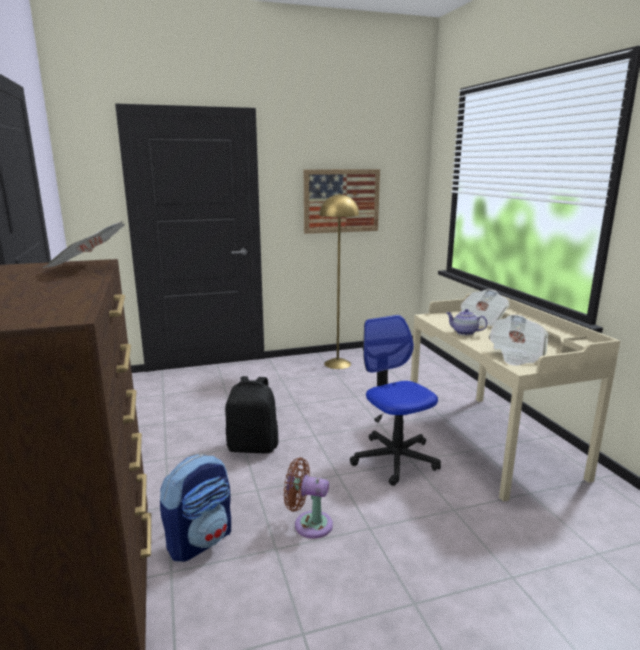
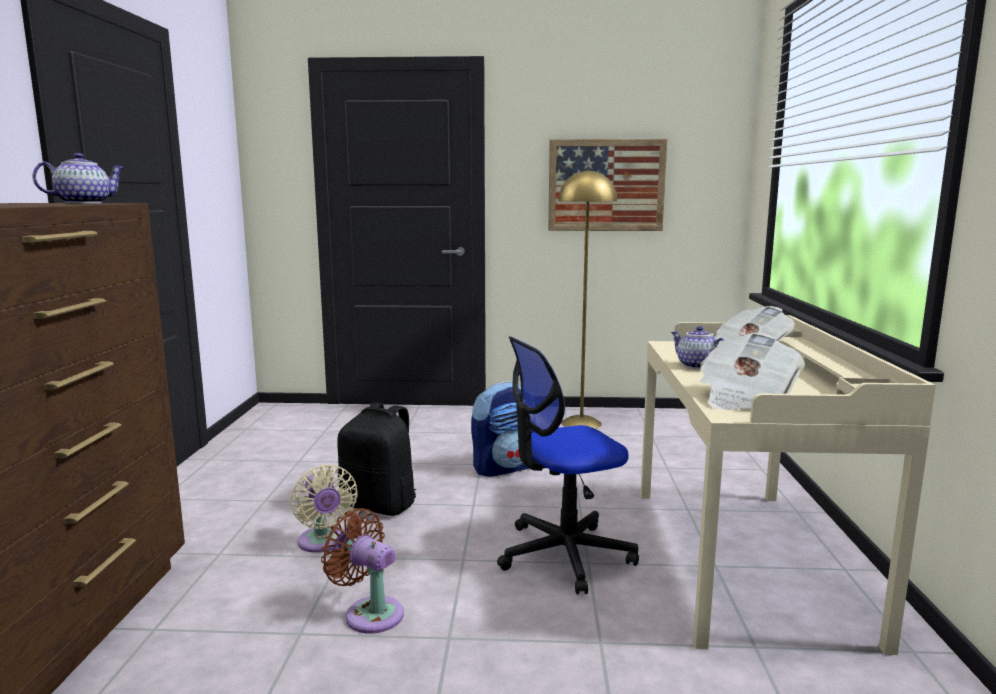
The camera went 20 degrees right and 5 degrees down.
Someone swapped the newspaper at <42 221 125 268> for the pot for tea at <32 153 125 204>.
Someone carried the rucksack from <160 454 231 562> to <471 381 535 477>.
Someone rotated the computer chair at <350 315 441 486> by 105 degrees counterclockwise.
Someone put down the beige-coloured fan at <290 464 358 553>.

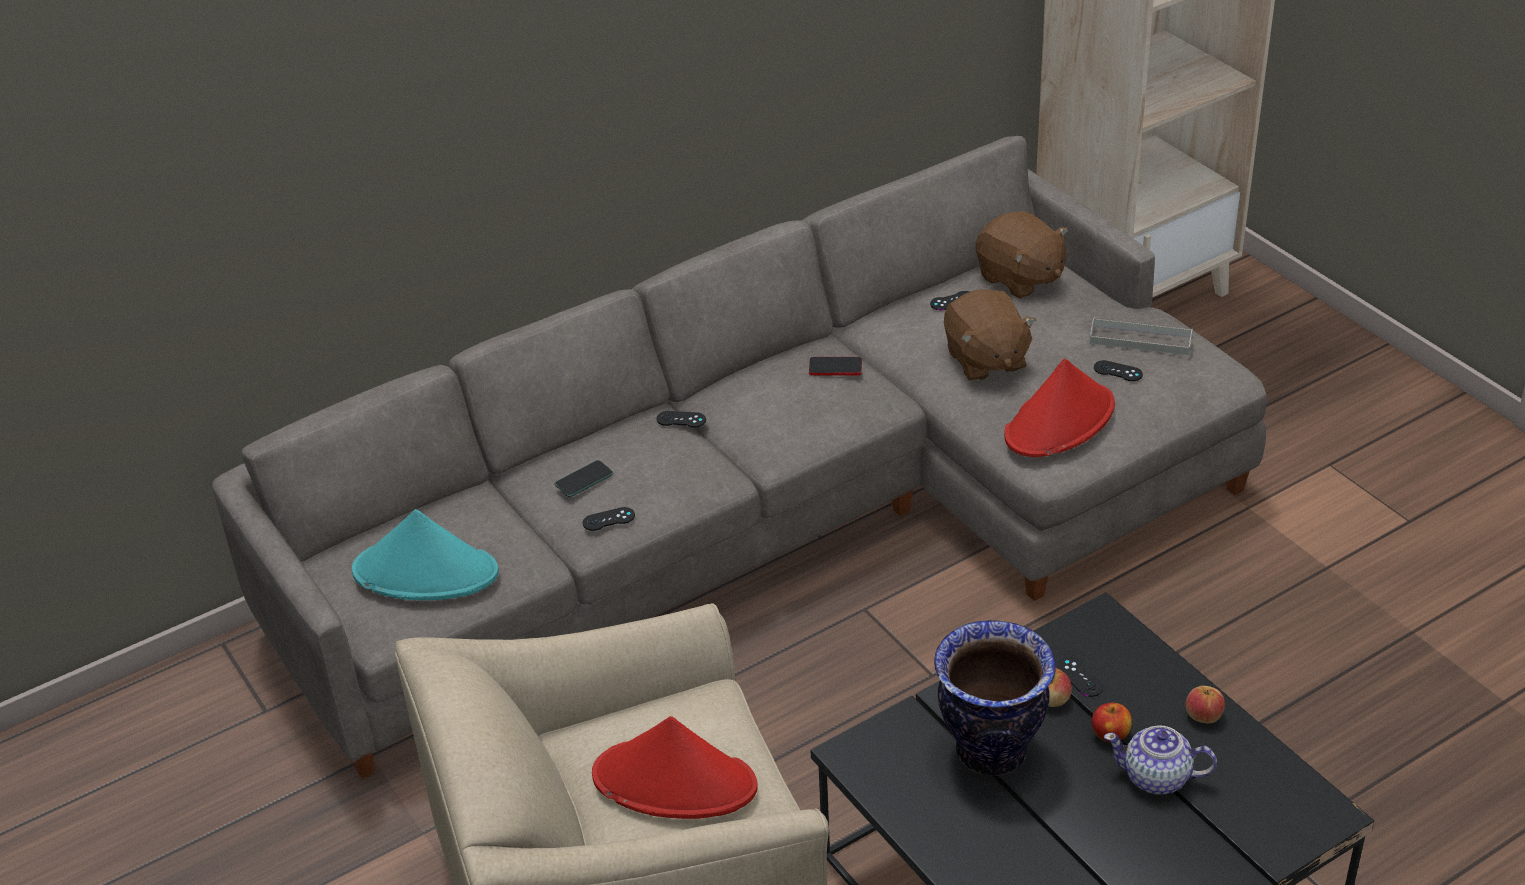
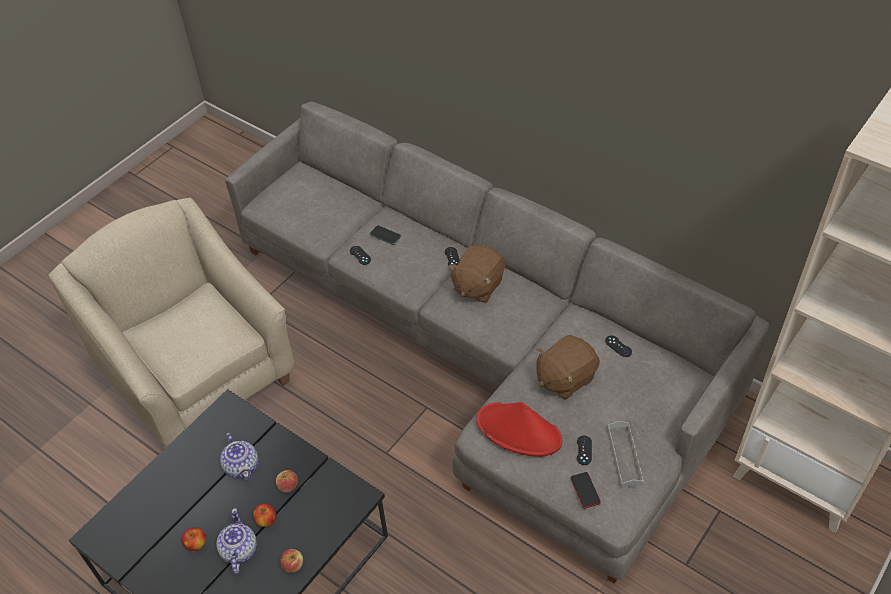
The camera went 70 degrees right and 10 degrees up.
Someone took away the turquoise-coloured wearable hat at <352 509 499 600>.
Someone took away the red wearable hat at <592 716 758 819>.
Someone carried the telephone from <809 357 862 376> to <571 472 601 509>.
Someone swapped the vase at <934 620 1056 775> for the pot for tea at <220 432 258 481>.
Someone carried the brownish cuddly toy from <975 211 1068 299> to <448 245 505 303>.
Someone took away the black-coloured gamepad at <1058 657 1103 697>.
Someone put down the apple fruit at <182 528 206 551>.

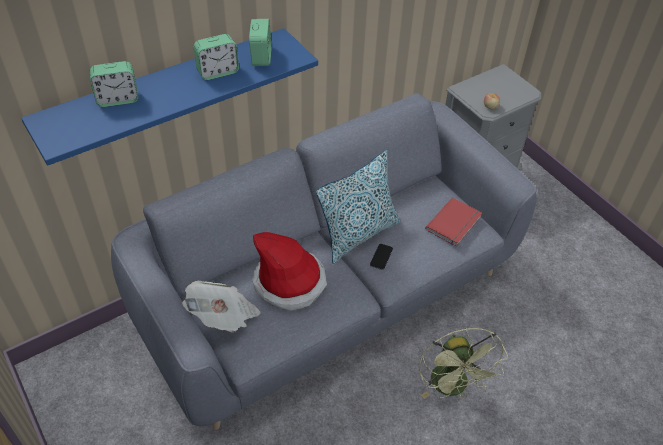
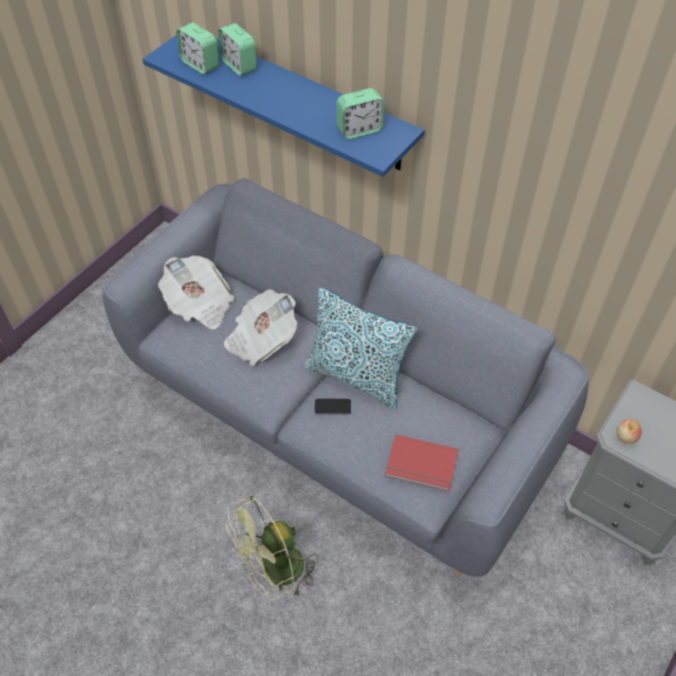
The camera went 70 degrees right and 5 degrees up.
Someone carried the table clock from <193 34 239 80> to <176 23 219 74>.
Someone swapped the wearable hat at <252 232 327 311> for the newspaper at <224 289 297 366>.

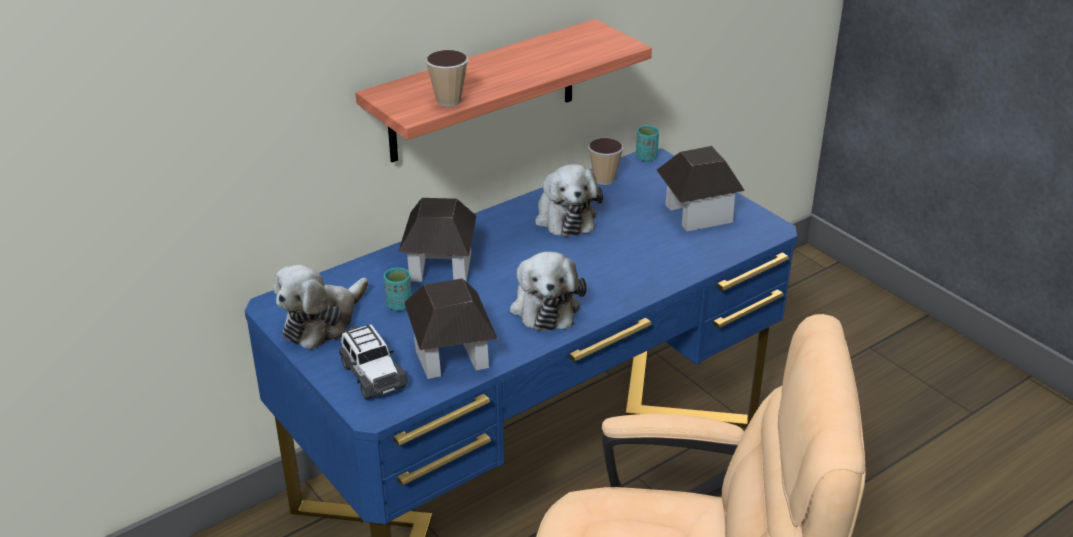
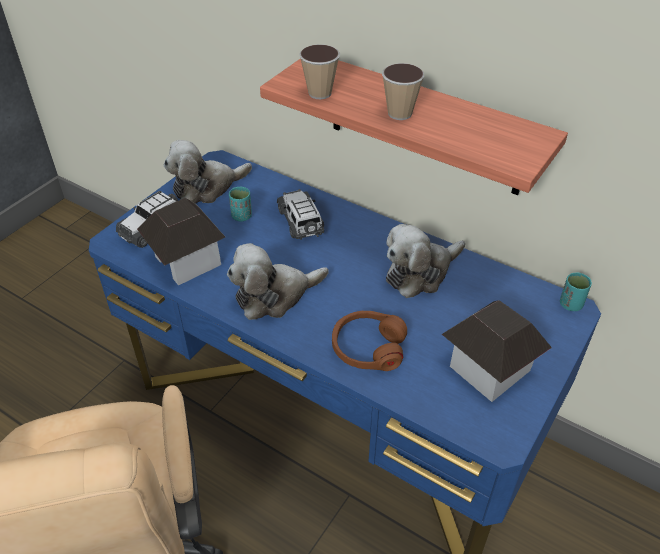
The camera went 70 degrees right and 10 degrees up.
Someone rotated the cuddly toy at <273 265 368 350> by 45 degrees counterclockwise.
Someone swapped the miniature house at <398 198 476 282> for the miniature car at <277 189 324 240>.
Someone carried the cup from <588 138 623 185> to <382 63 424 120>.
Someone put down the brownish headset at <332 311 407 371>.

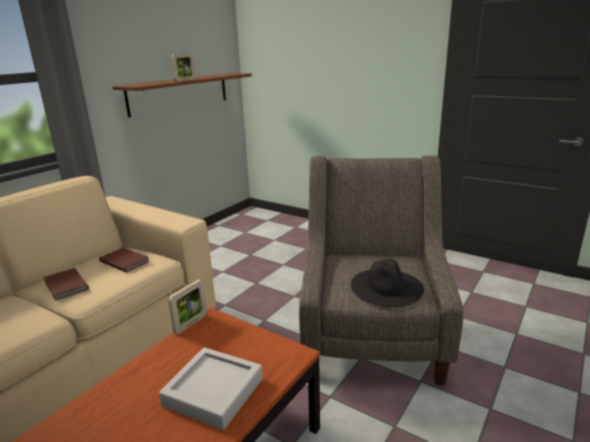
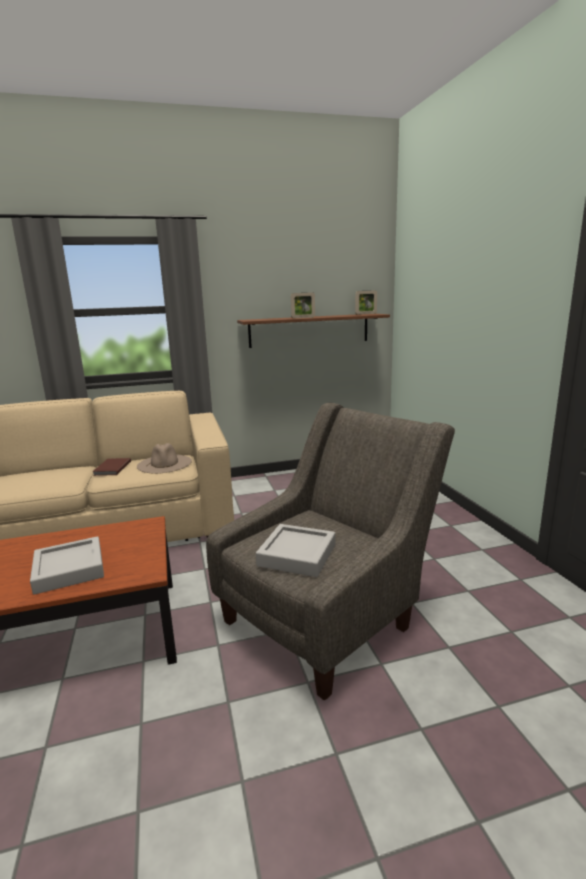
The camera went 40 degrees right and 5 degrees down.
Someone swapped the brownish volume at <99 247 150 273> for the beige-coloured wearable hat at <137 443 192 474>.
Someone carried the standing frame from <168 279 207 334> to <355 290 377 315>.
Someone swapped the black-coloured wearable hat at <351 259 424 307> for the greyish serving tray at <256 524 335 577>.

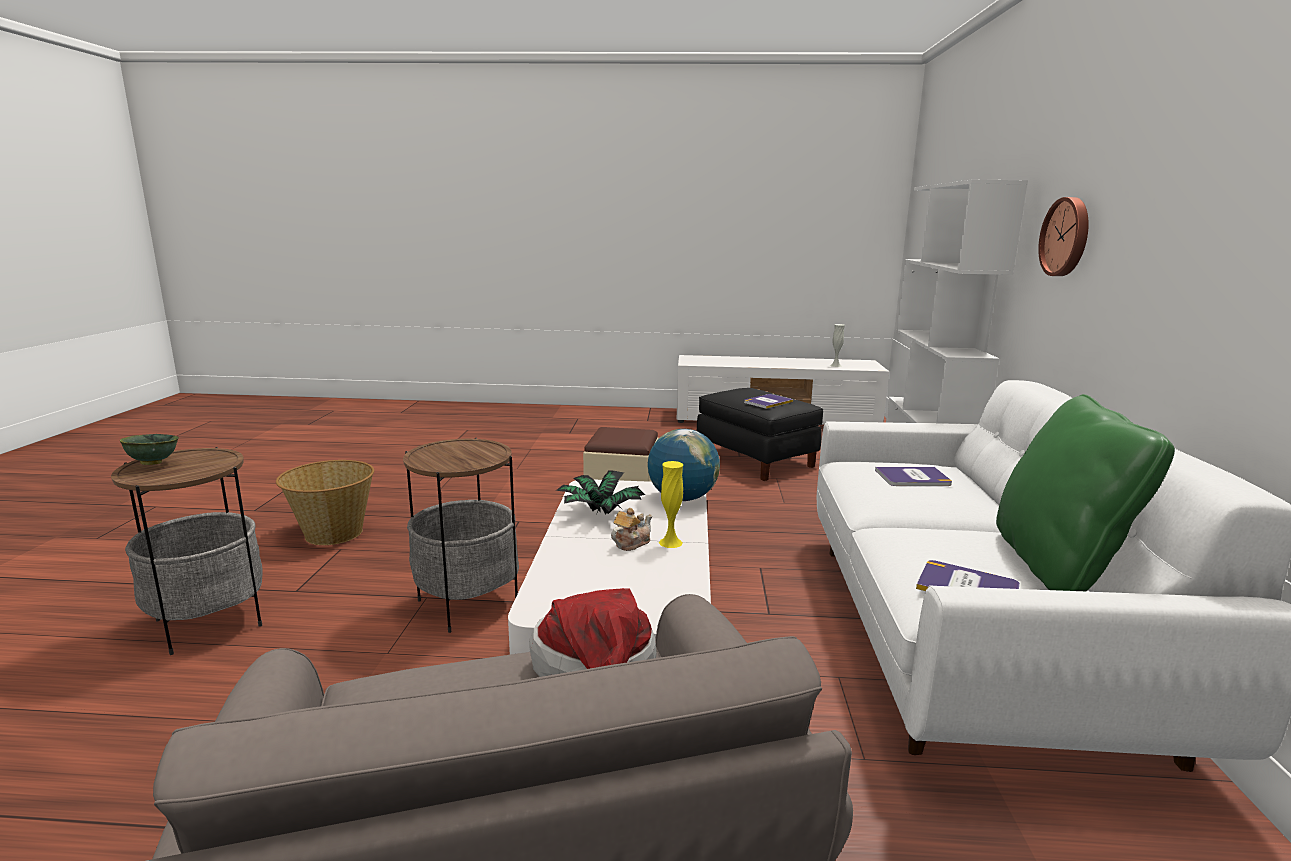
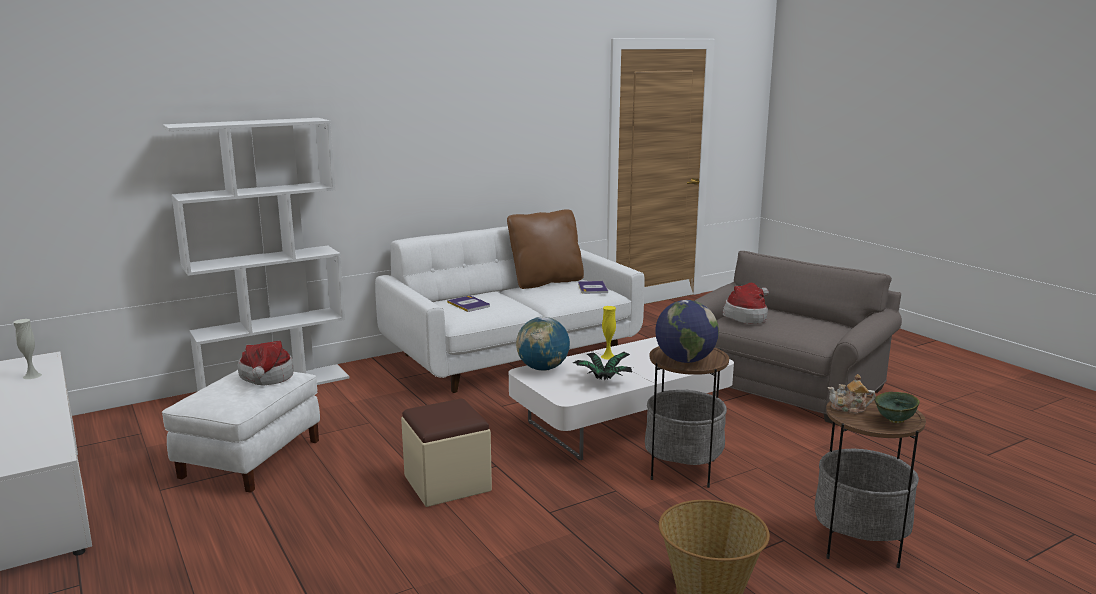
The camera went 125 degrees left and 0 degrees up.
Someone carried the pot for tea from <611 508 652 551> to <828 374 876 414>.
Someone repainted the black-coloured pouffe at <697 388 823 481>, which became the white pouffe at <162 370 320 493>.
Someone swapped the volume at <744 394 793 409> for the wearable hat at <237 341 294 386>.
Someone repainted the green-coloured throw pillow at <996 394 1175 592>, which became the brownish throw pillow at <507 209 584 289>.
Someone took away the wall clock at <1038 197 1089 276>.
Someone put down the globe at <655 300 719 363>.

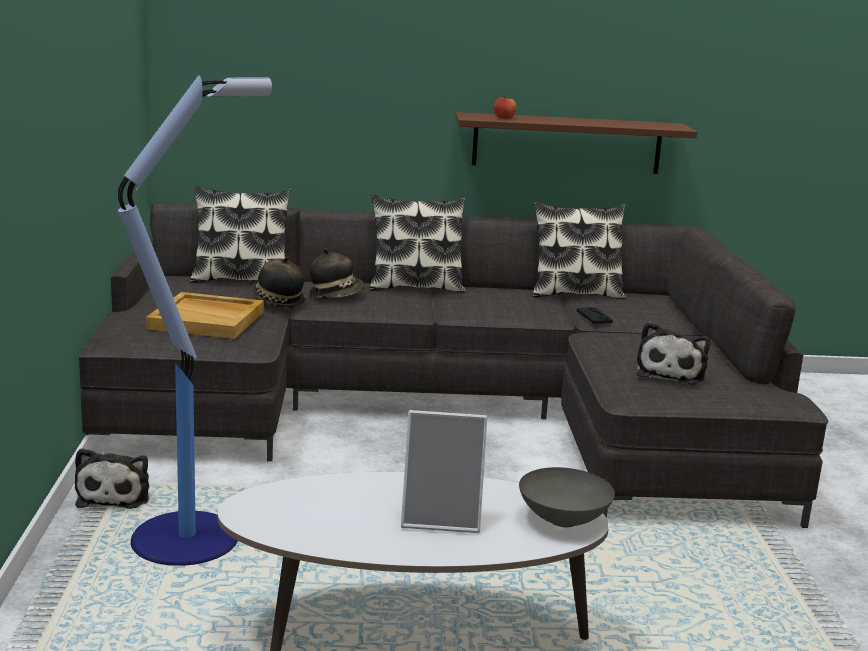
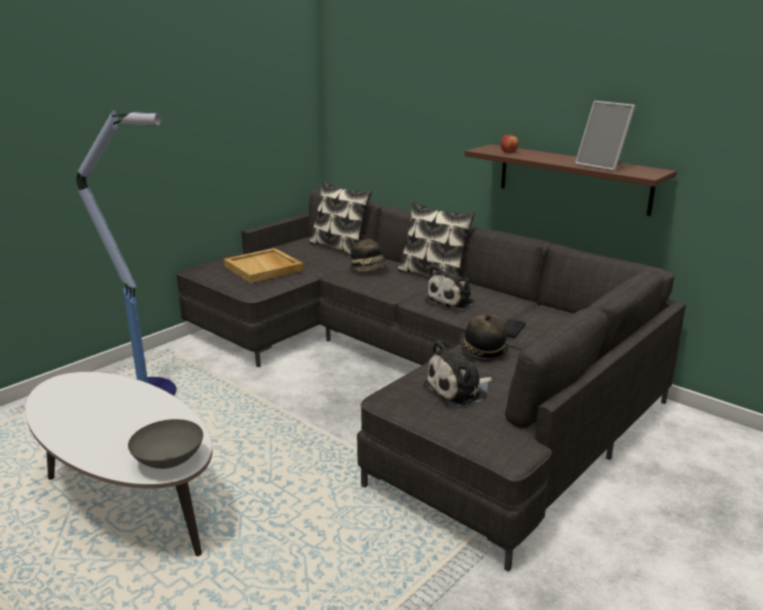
The camera went 45 degrees right and 5 degrees up.
Someone carried the cuddly toy from <75 448 150 509> to <425 265 475 310>.
Someone carried the wearable hat from <251 257 305 308> to <460 313 509 362>.
Someone carried the standing frame from <401 410 487 533> to <575 101 635 171>.
Someone took away the throw pillow at <532 202 626 299>.

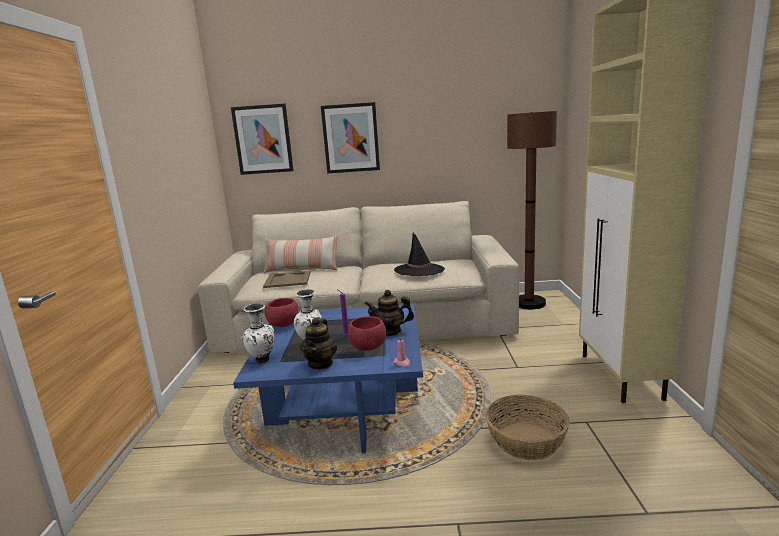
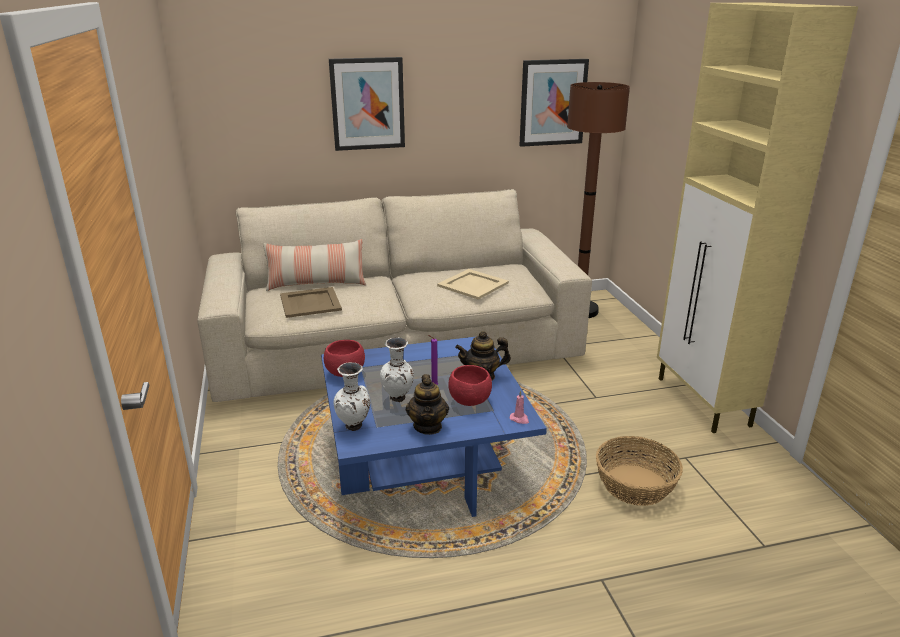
The camera went 15 degrees left and 10 degrees up.
Someone carried the wall art from <231 104 294 175> to <519 59 589 147>.
Someone swapped the black-coloured wearable hat at <394 232 445 276> for the beige-coloured serving tray at <437 269 509 300>.

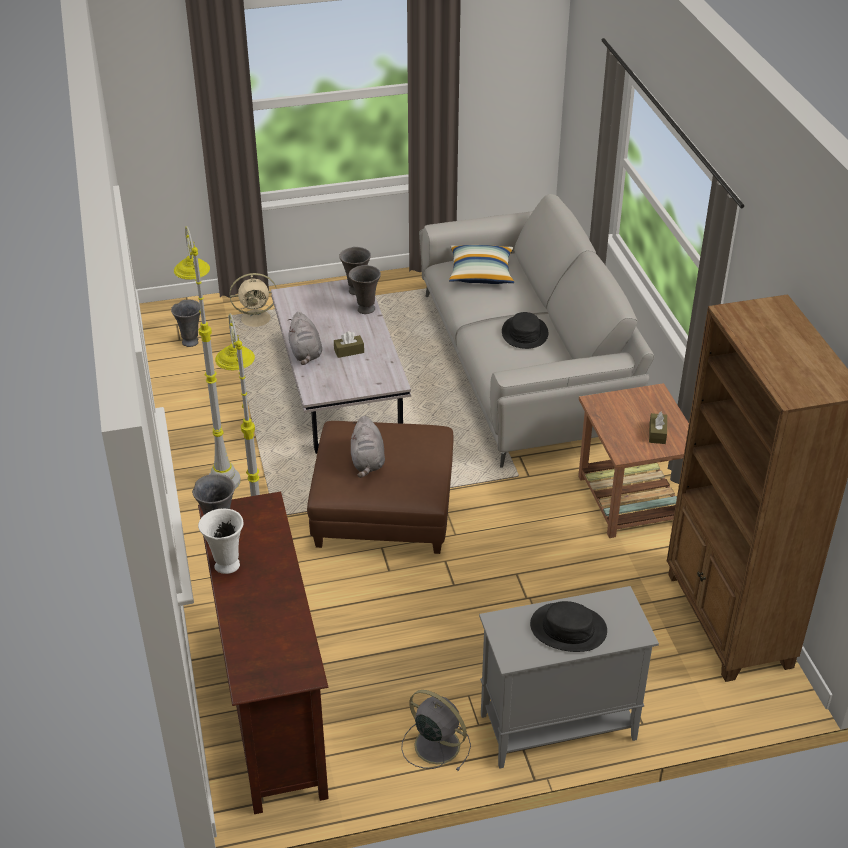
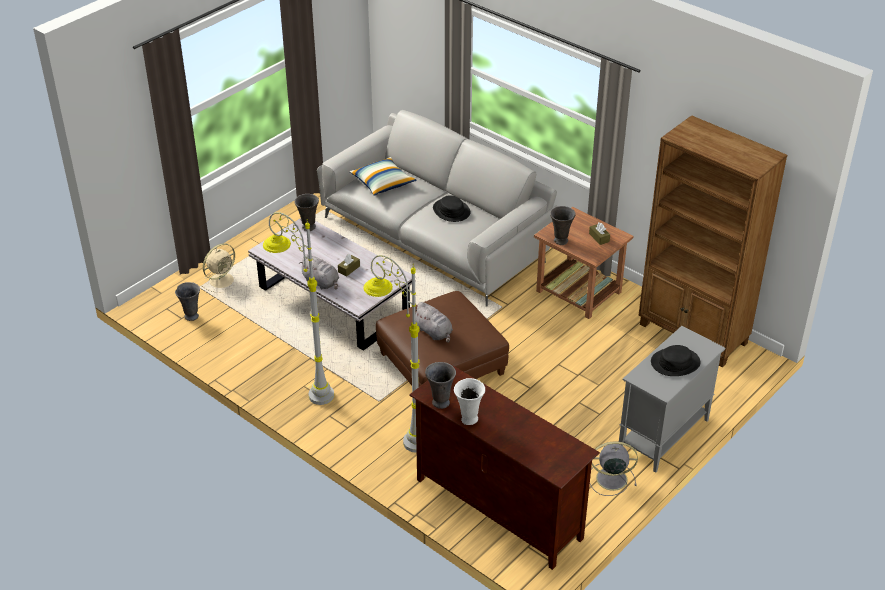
The camera went 35 degrees left and 0 degrees up.
Someone carried the greyish vase from <349 265 381 314> to <550 206 576 245>.

